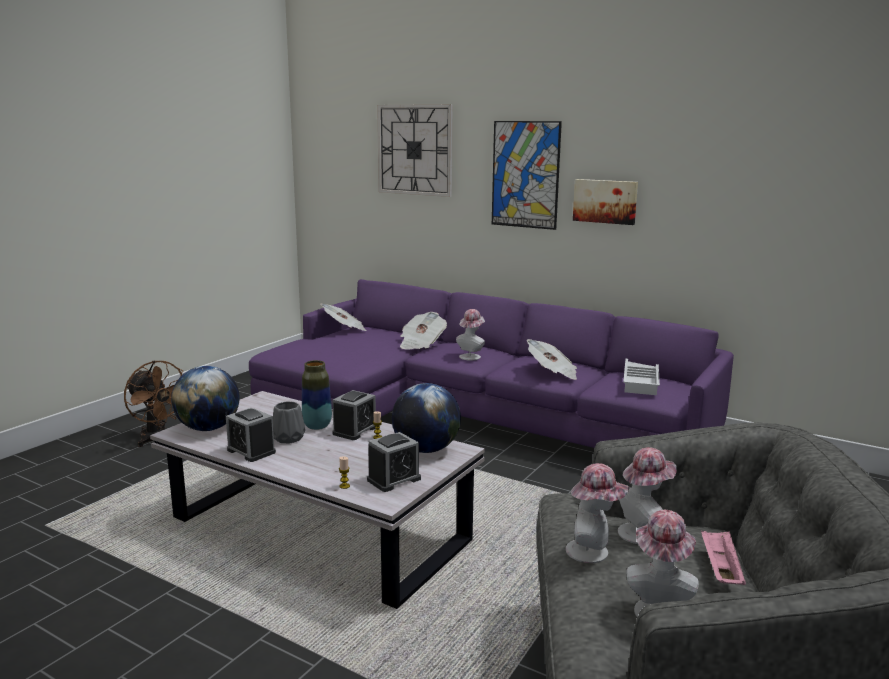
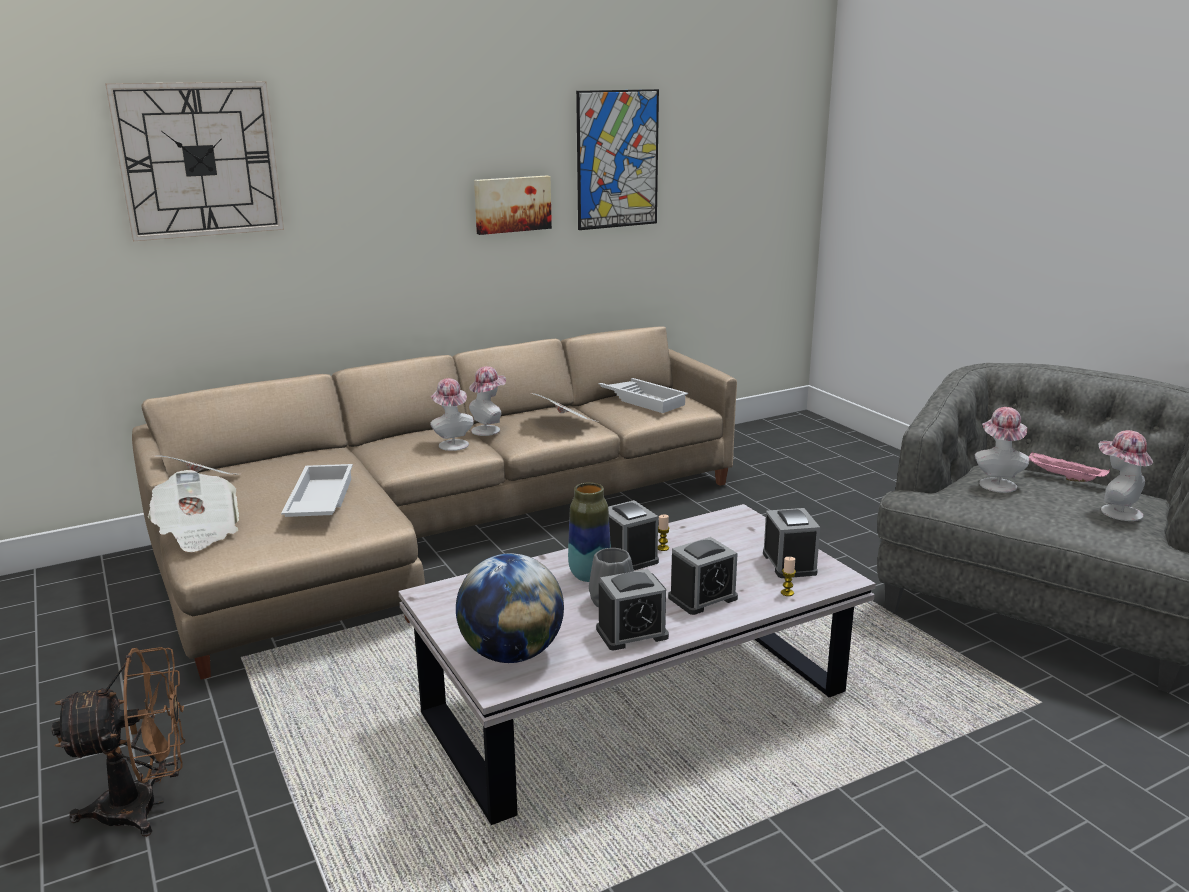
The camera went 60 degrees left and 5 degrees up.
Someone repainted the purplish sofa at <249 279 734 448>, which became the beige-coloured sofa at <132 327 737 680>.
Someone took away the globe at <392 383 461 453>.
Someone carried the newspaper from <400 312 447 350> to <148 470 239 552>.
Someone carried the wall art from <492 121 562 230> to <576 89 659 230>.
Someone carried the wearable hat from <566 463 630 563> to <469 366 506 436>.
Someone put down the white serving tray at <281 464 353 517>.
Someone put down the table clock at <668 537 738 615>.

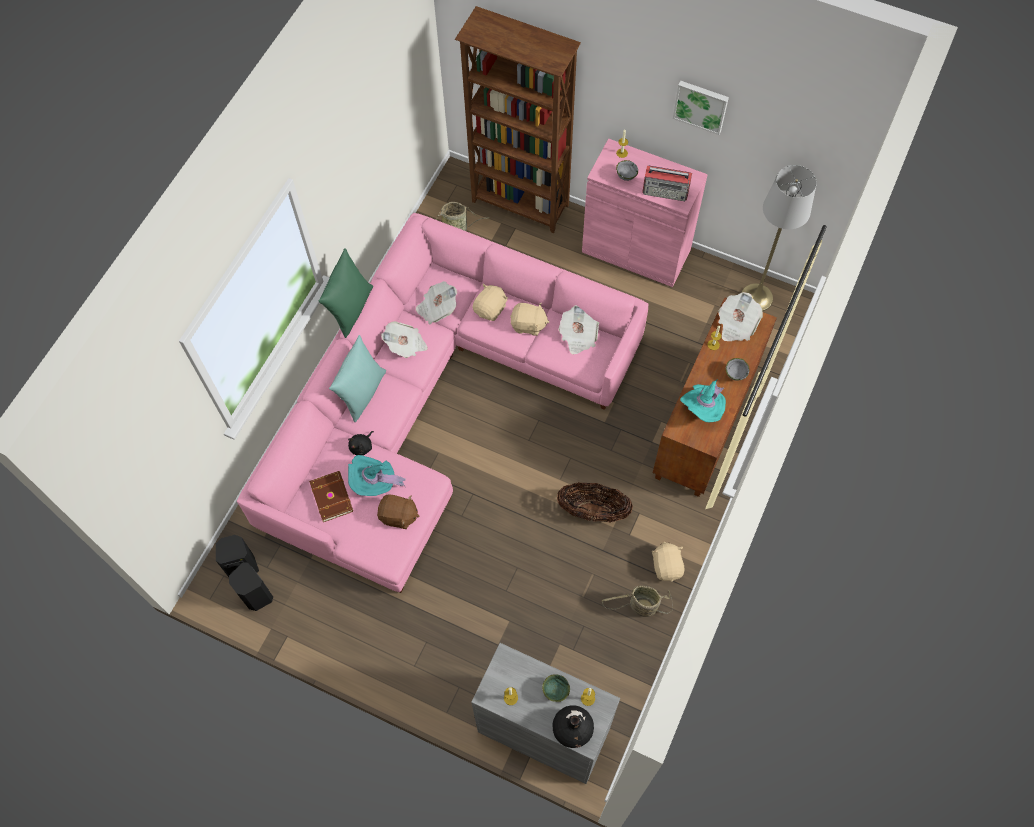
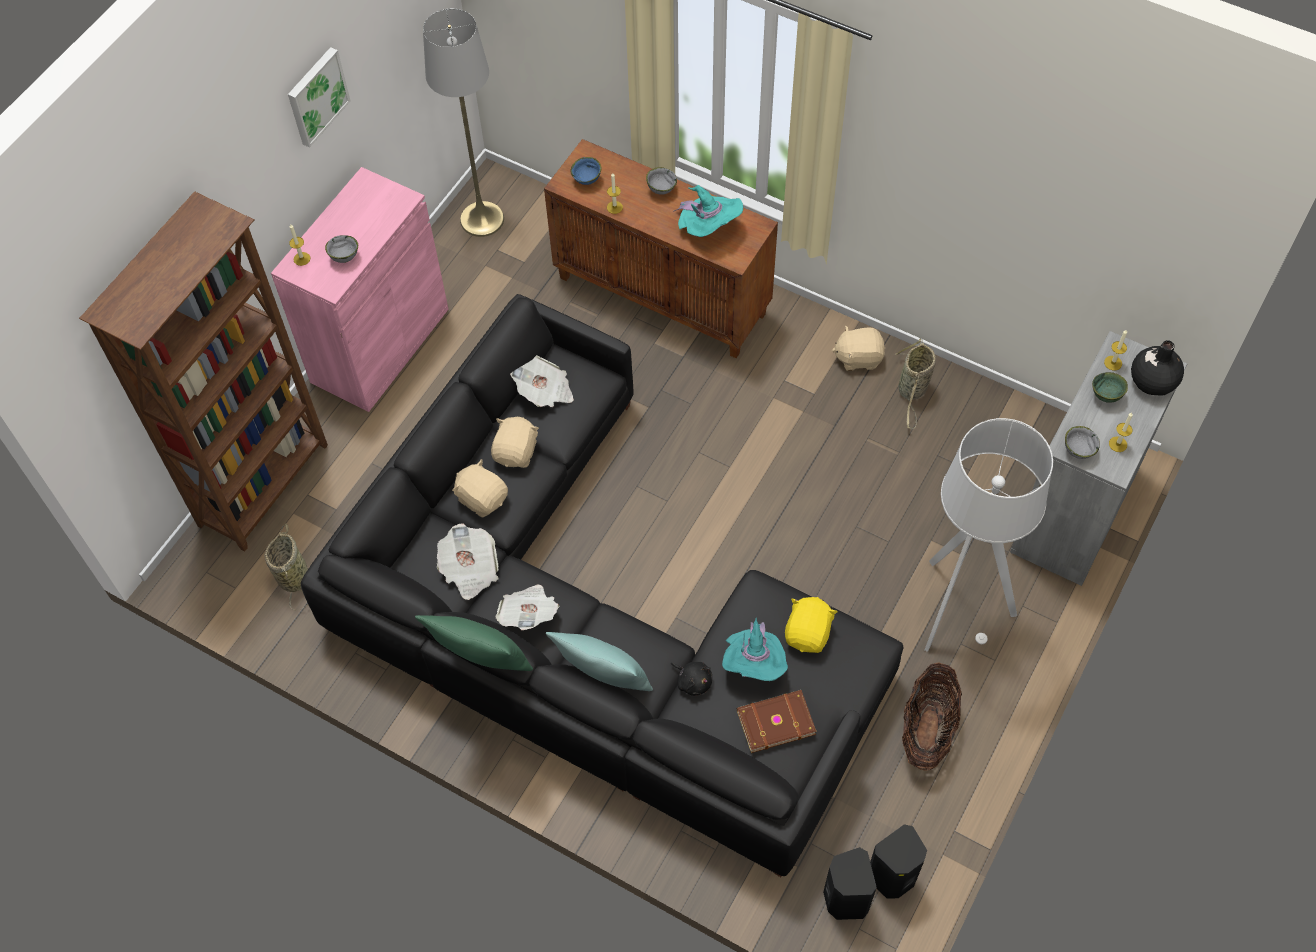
The camera went 85 degrees left and 5 degrees down.
Someone repainted the pink sofa at <237 213 649 593>, which became the black-coloured sofa at <301 294 903 877>.
Someone repainted the brownish cuddly toy at <377 494 419 529>, which became the yellowish cuddly toy at <785 597 837 653>.
Someone carried the basket from <557 482 633 523> to <902 662 962 771>.
Someone took away the radio at <642 165 692 201>.
Someone swapped the newspaper at <718 292 763 341> for the blue-coloured serving bowl at <570 157 601 185>.
Someone put down the greyish standing lamp at <925 418 1053 652>.
Someone put down the greyish serving bowl at <1065 426 1100 459>.

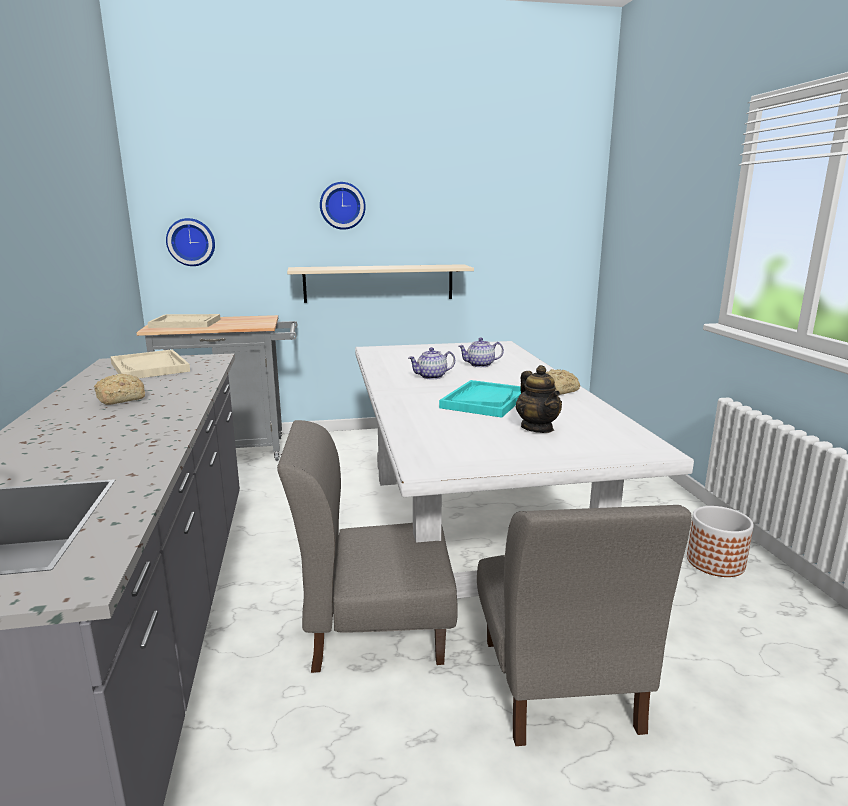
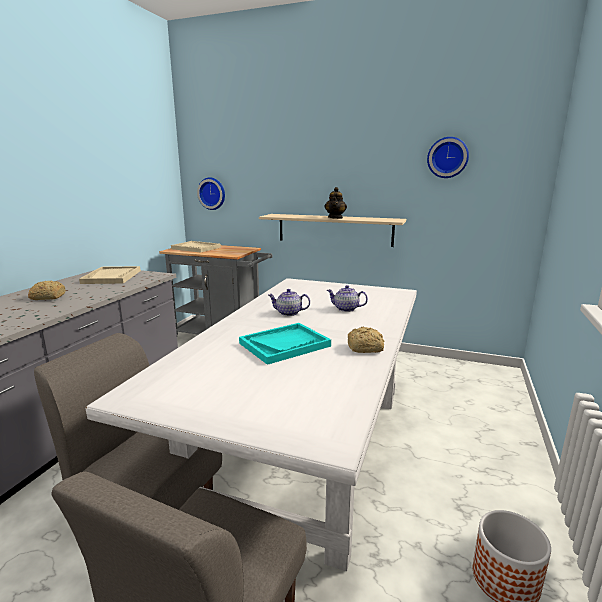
The camera went 30 degrees right and 0 degrees up.
Someone carried the wall clock from <320 182 366 230> to <427 137 469 178>.
Someone carried the pot for tea from <516 365 562 433> to <324 187 347 219>.

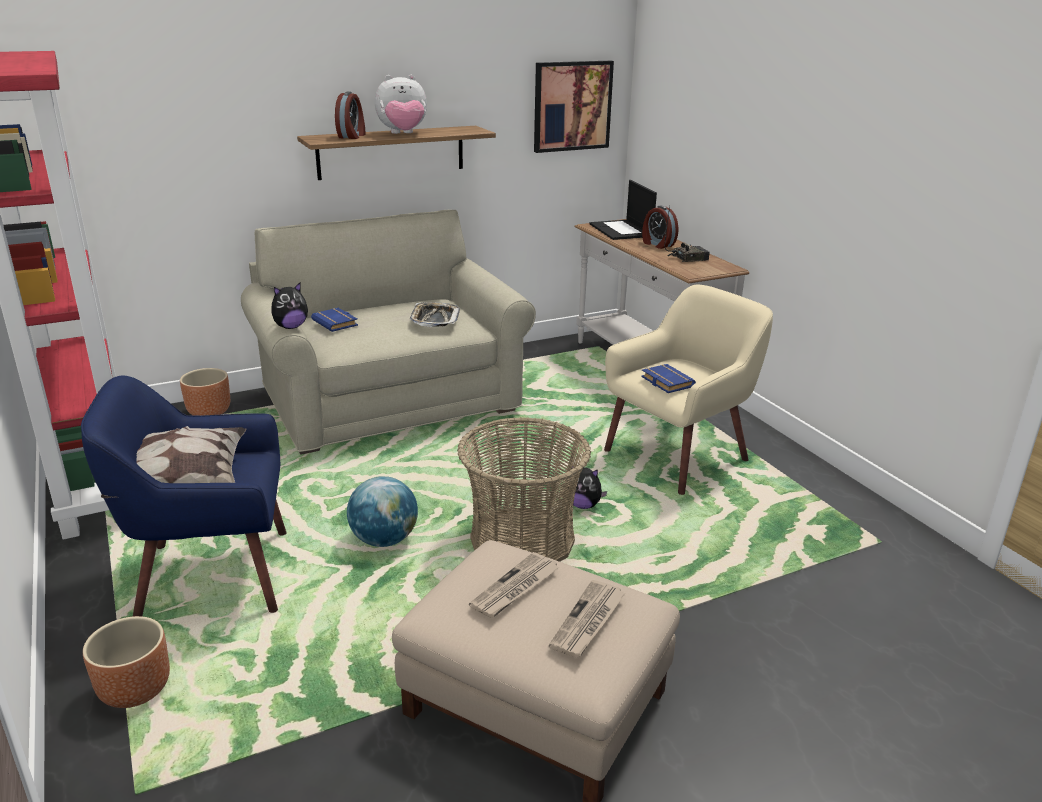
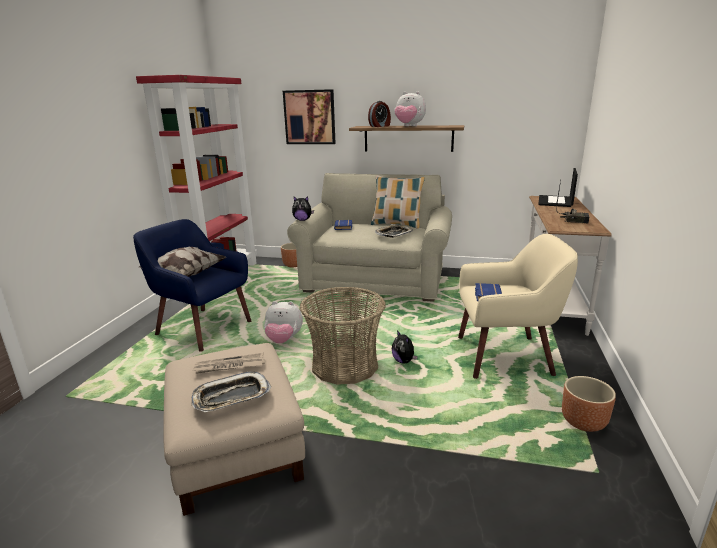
The camera went 40 degrees right and 5 degrees down.
Someone carried the brownish planter from <83 616 170 708> to <562 376 616 432>.
Someone swapped the globe at <347 476 418 547> for the cuddly toy at <264 301 303 344>.
Someone carried the wall art from <534 61 614 153> to <283 89 336 144>.
Someone swapped the newspaper at <549 580 626 657> for the serving tray at <191 371 271 412>.
Someone took away the table clock at <642 206 679 249>.
Someone put down the throw pillow at <371 175 425 229>.

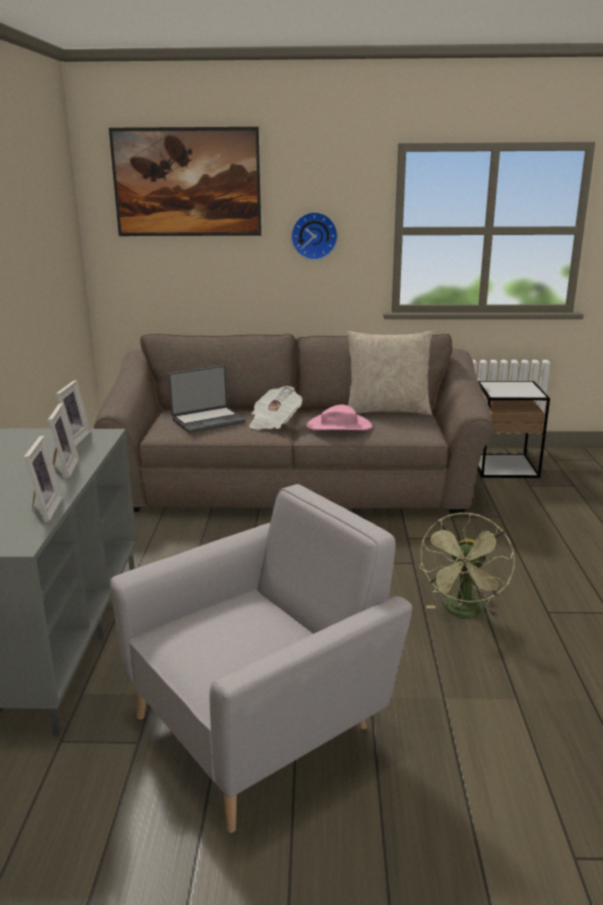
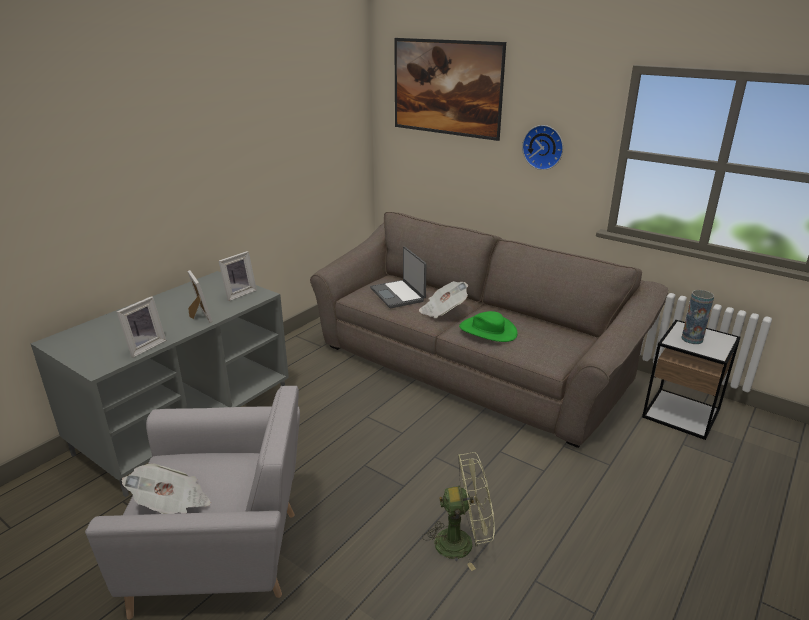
The camera went 35 degrees right and 5 degrees up.
Someone rotated the standing frame at <48 403 79 478> by 60 degrees counterclockwise.
Someone rotated the notebook computer at <168 365 245 433> by 60 degrees clockwise.
Someone repainted the pink wearable hat at <307 405 372 430>, which became the green-coloured wearable hat at <459 311 518 342>.
Someone took away the beige-coloured throw pillow at <347 331 433 415>.
Someone rotated the green-coloured fan at <419 513 515 617> by 150 degrees counterclockwise.
Someone put down the newspaper at <122 464 211 514>.
Someone put down the vase at <681 290 714 344>.

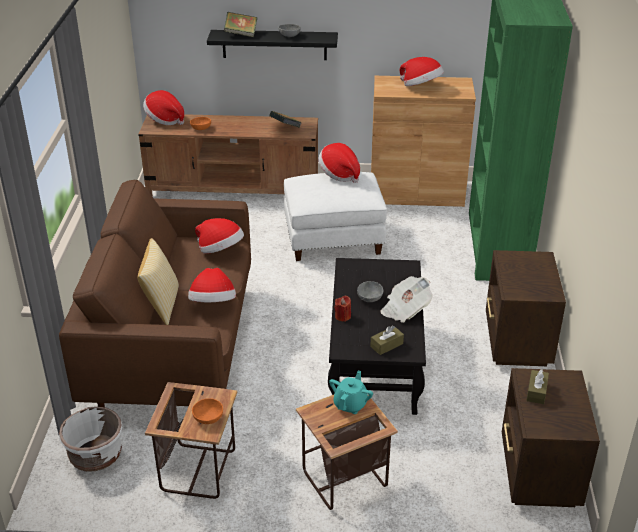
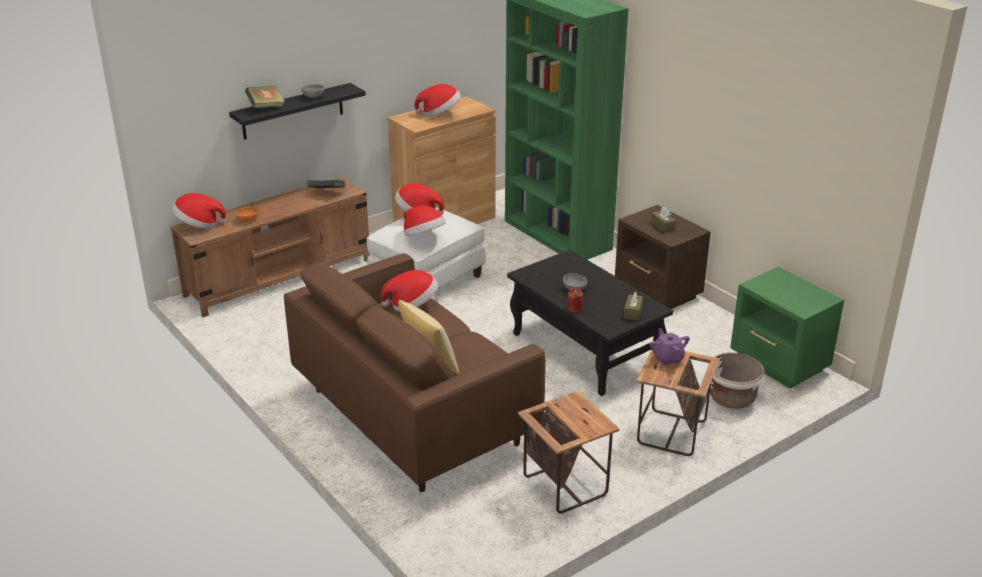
The camera went 40 degrees left and 5 degrees down.
Someone carried the white planter from <59 407 122 472> to <710 353 765 409>.
Someone carried the wearable hat from <188 268 236 302> to <403 206 446 236>.
Someone took away the orange-coloured serving bowl at <192 398 223 424>.
Someone repainted the turquoise-coloured pot for tea at <329 371 373 414>, which became the purplish pot for tea at <650 328 690 366>.
Someone took away the newspaper at <381 276 433 323>.
Someone repainted the brownish nightstand at <502 368 600 507>, which became the green-coloured nightstand at <730 267 844 388>.
Someone carried the brownish tissue holder from <526 369 549 404> to <651 207 676 232>.

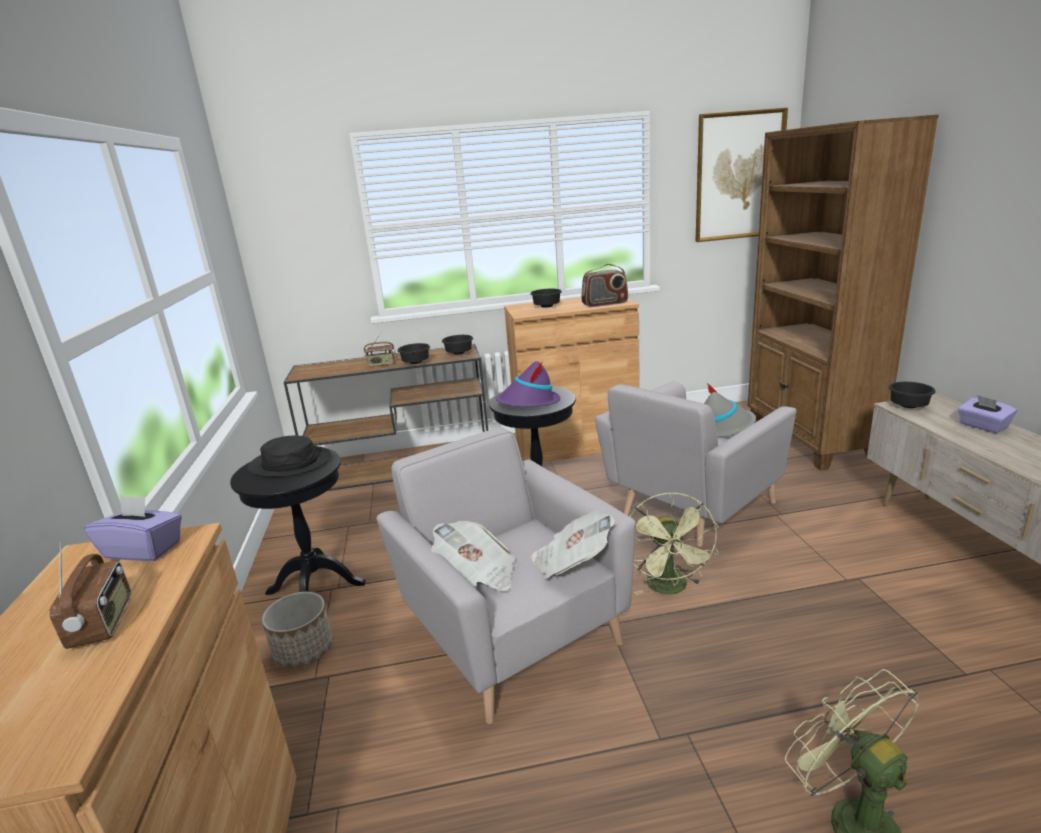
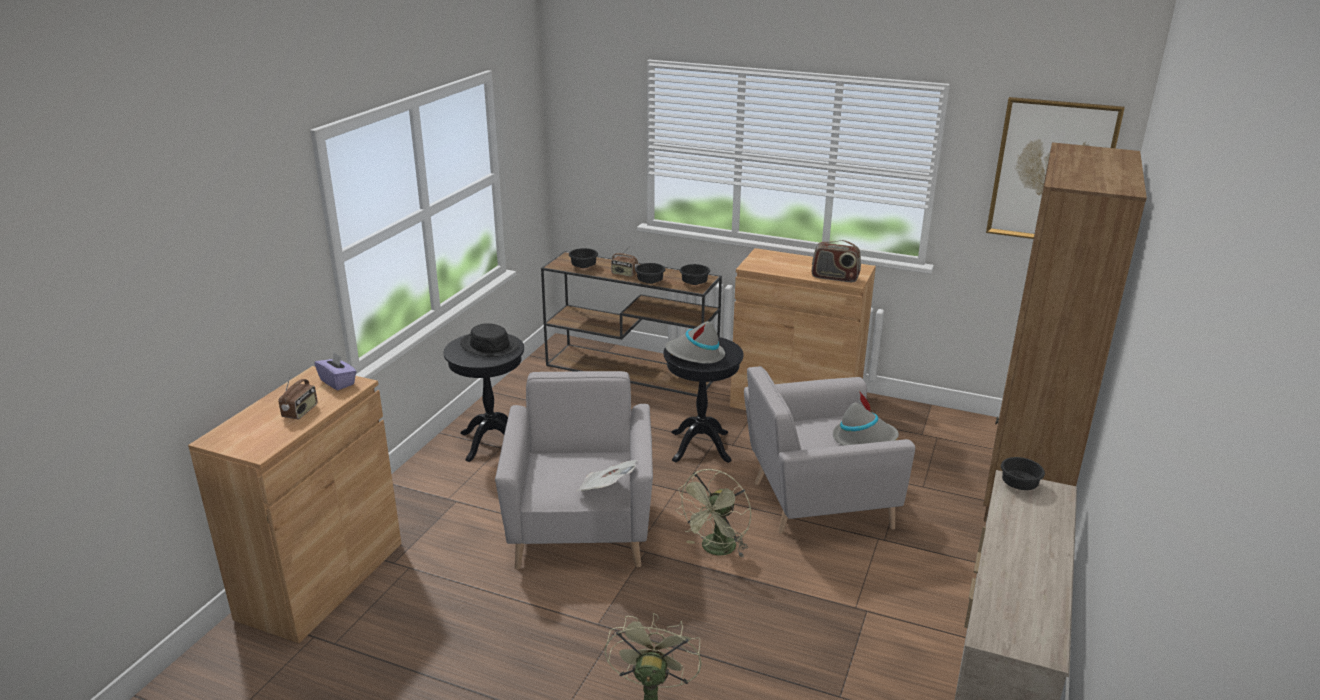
The camera went 30 degrees right and 5 degrees up.
Someone took away the planter at <262 592 333 669>.
Someone took away the newspaper at <431 521 515 592>.
Someone repainted the purplish wearable hat at <496 361 560 407>, which became the greyish wearable hat at <665 321 725 364>.
Someone carried the black-coloured serving bowl from <530 289 562 308> to <569 248 598 268>.
Someone took away the purplish tissue holder at <958 395 1017 433>.

